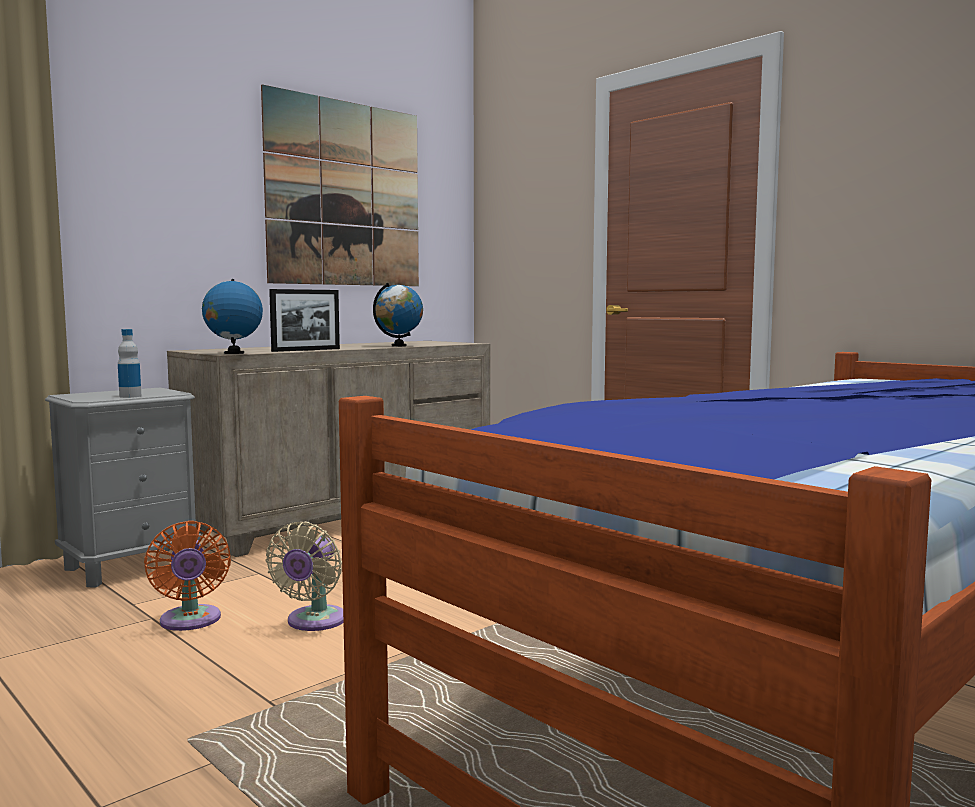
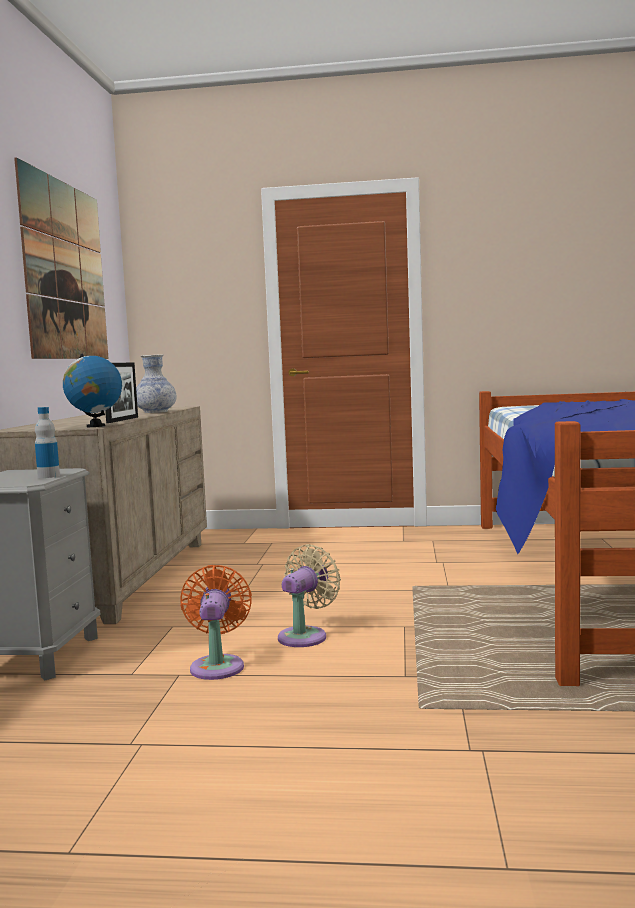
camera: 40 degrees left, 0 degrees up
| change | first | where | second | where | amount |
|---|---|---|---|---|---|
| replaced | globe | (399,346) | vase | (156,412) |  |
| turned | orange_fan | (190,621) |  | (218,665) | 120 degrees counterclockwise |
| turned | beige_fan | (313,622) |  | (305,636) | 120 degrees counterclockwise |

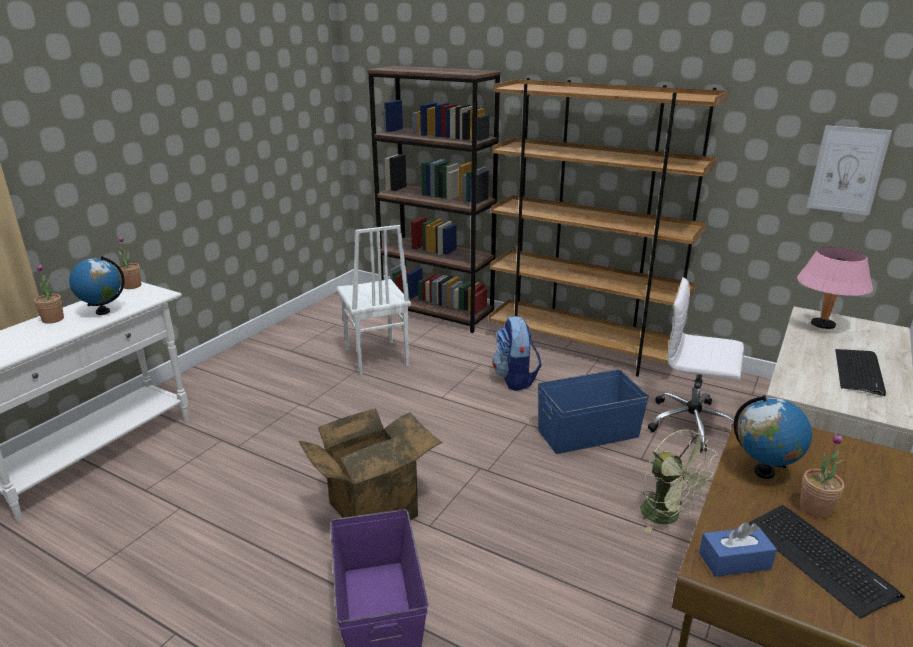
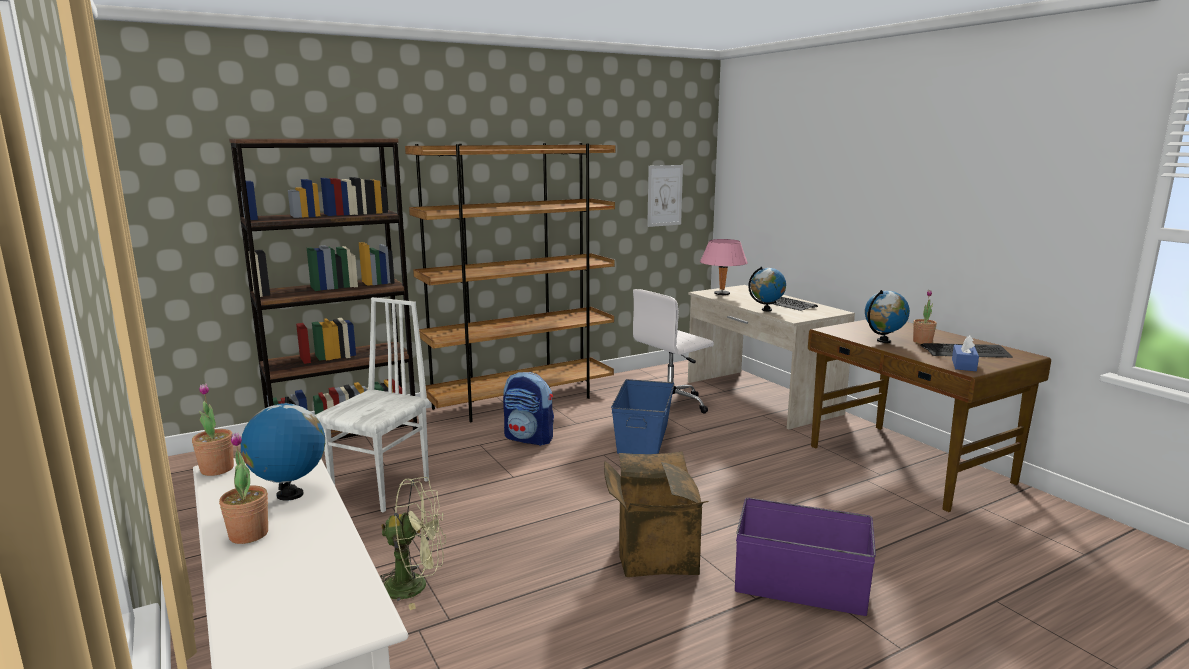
camera: 60 degrees left, 10 degrees down
| change | first | where | second | where | amount |
|---|---|---|---|---|---|
| turned | white_chair | (375,358) |  | (383,489) | 75 degrees counterclockwise |
| moved | green_fan | (667,517) |  | (415,586) |  |
| added |  |  | globe | (766,310) |  |

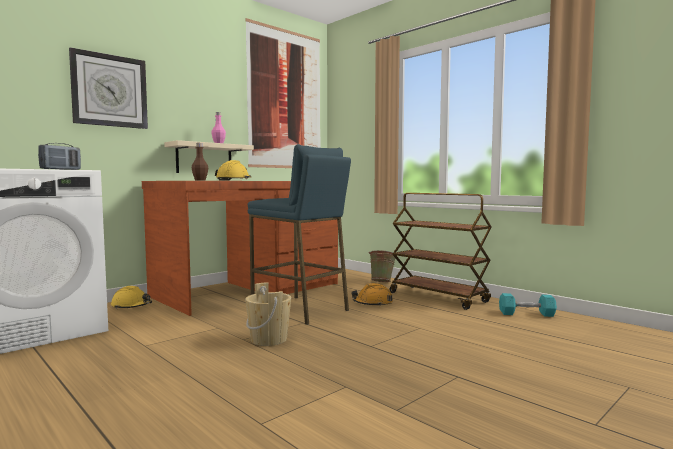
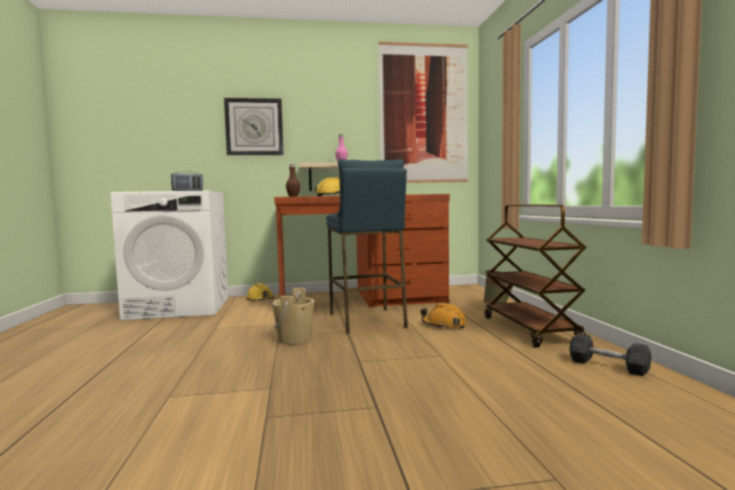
camera: 35 degrees right, 0 degrees up
| change | first | where | second | where | amount |
|---|---|---|---|---|---|
| recoloured | turquoise_dumbbell | (526,314) | grey_dumbbell | (608,366) |  |

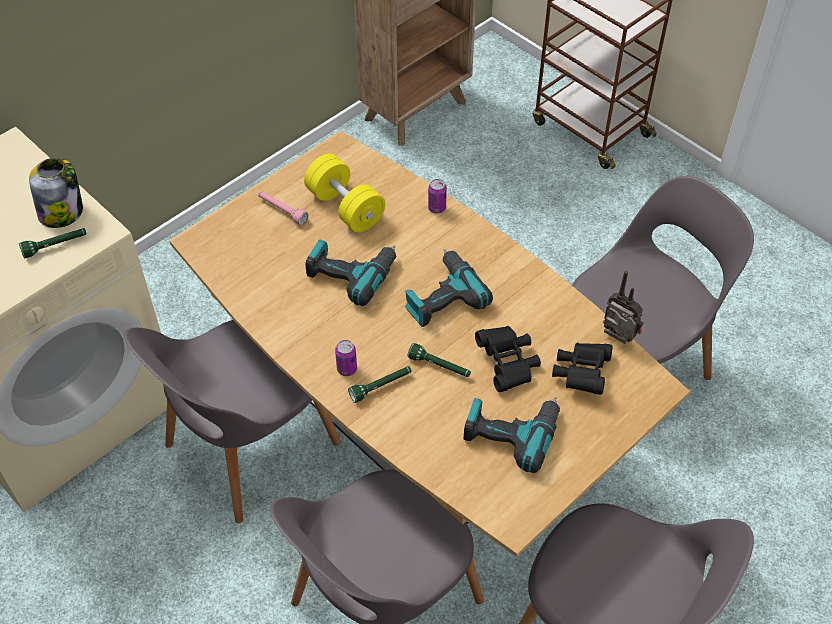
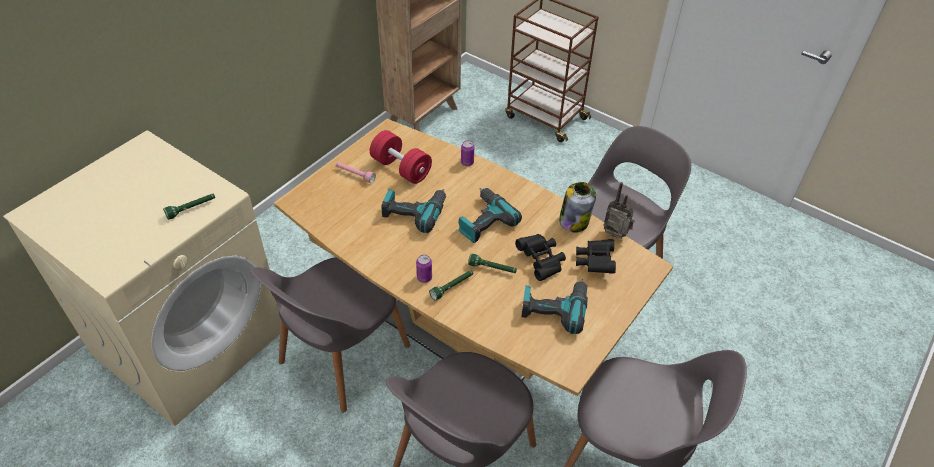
camera: 10 degrees left, 5 degrees down
| change | first | where | second | where | amount |
|---|---|---|---|---|---|
| recoloured | yellow_dumbbell | (345,208) | red_dumbbell | (401,168) |  |
| moved | jar | (62,212) |  | (574,221) |  |

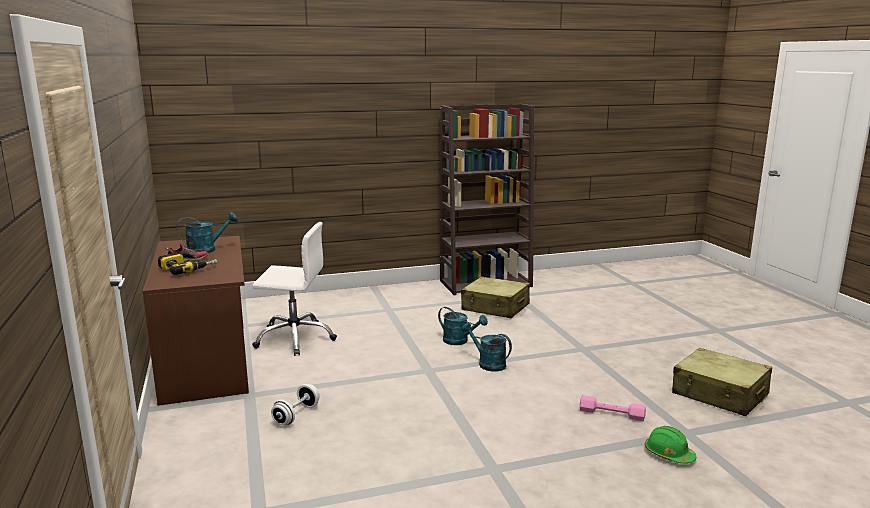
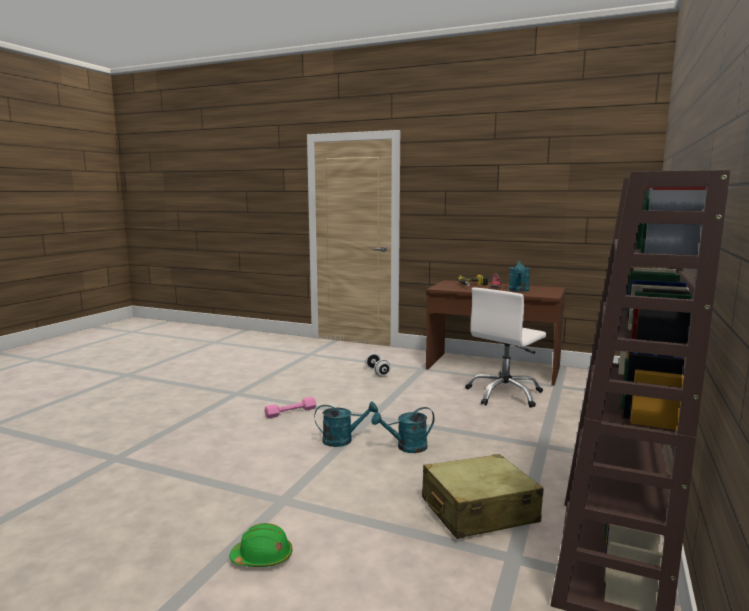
camera: 130 degrees right, 5 degrees down
| change | first | where | second | where | amount |
|---|---|---|---|---|---|
| moved | green_hard_hat | (668,454) |  | (262,558) |  |
| moved | pink_dumbbell | (611,413) |  | (290,412) |  |
| removed | beige_suitcase | (720,394) |  |  |  |

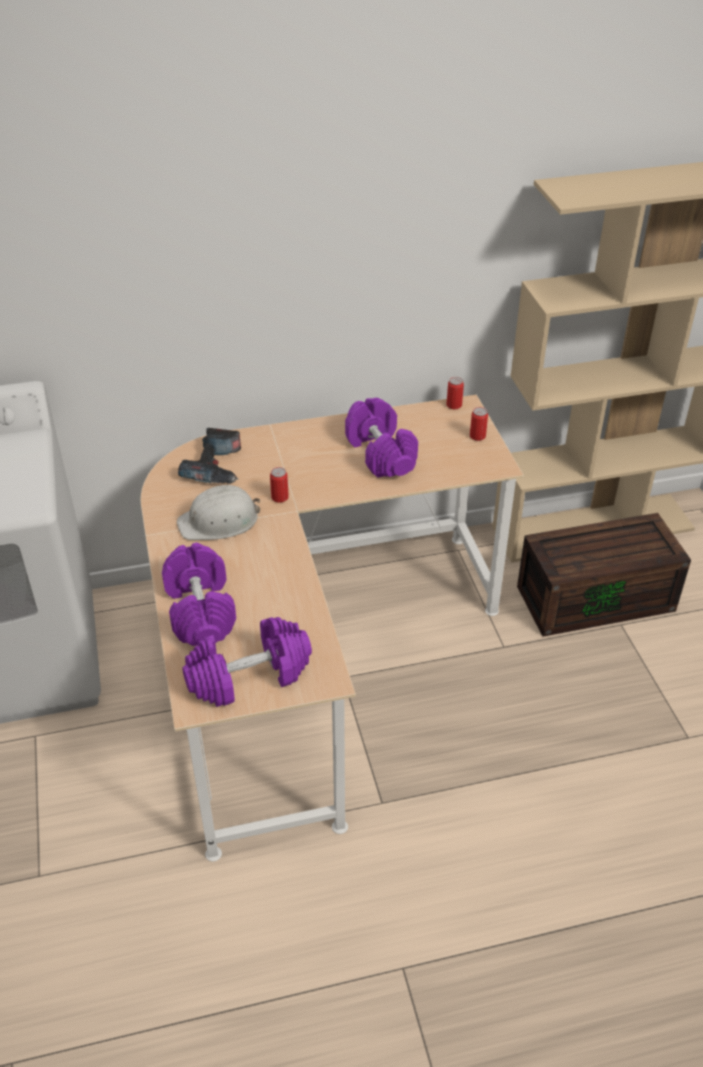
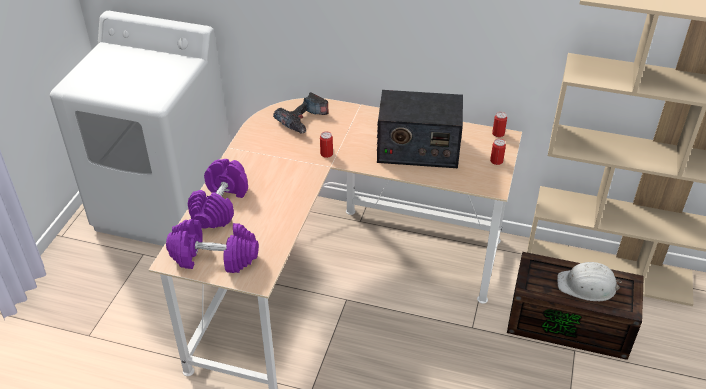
camera: 30 degrees right, 0 degrees up
| change | first | where | second | where | amount |
|---|---|---|---|---|---|
| replaced | purple_dumbbell | (381,454) | radio | (417,149) |  |
| moved | white_hard_hat | (219,521) |  | (587,286) |  |

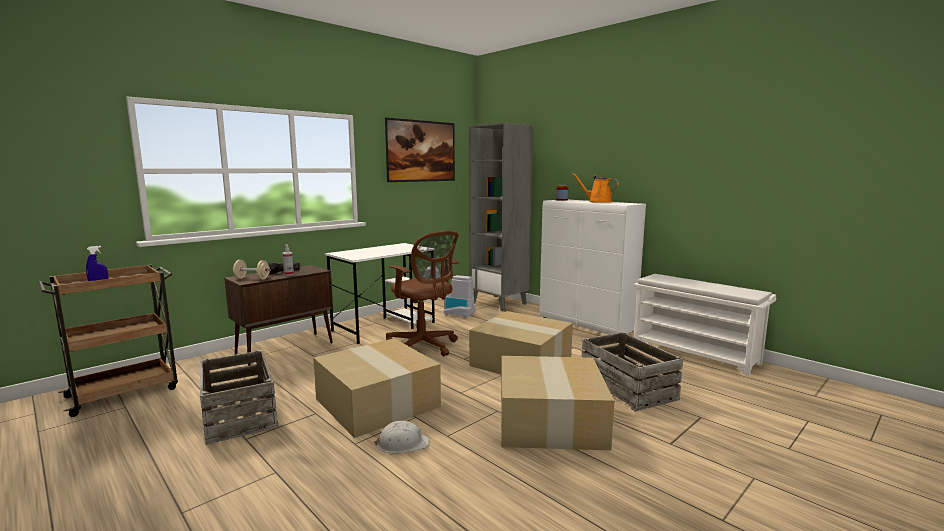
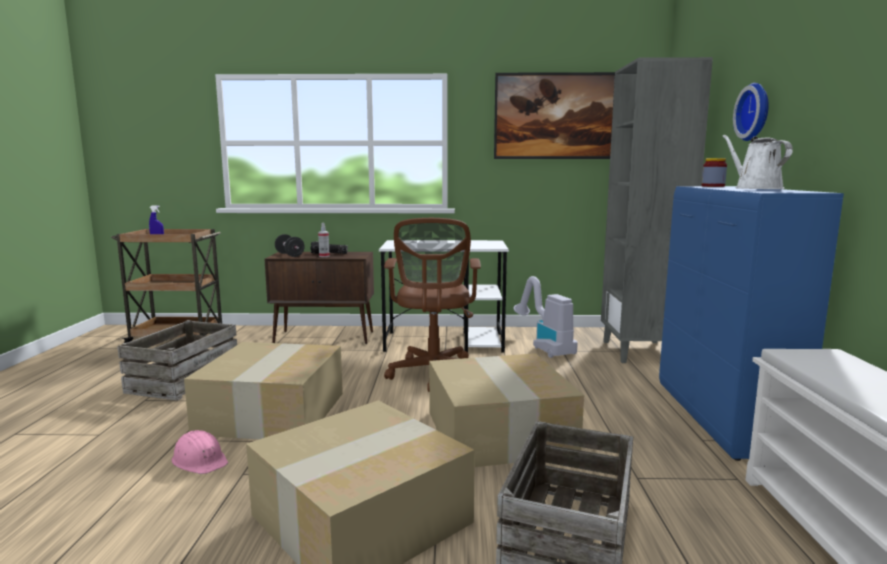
camera: 45 degrees right, 0 degrees up
| change | first | where | second | where | amount |
|---|---|---|---|---|---|
| recoloured | white_hard_hat | (403,444) | pink_hard_hat | (200,460) |  |
| recoloured | beige_dumbbell | (252,278) | black_dumbbell | (290,255) |  |
| recoloured | white_cabinet | (586,324) | blue_cabinet | (722,420) |  |
| recoloured | orange_watering_can | (597,202) | white_watering_can | (755,189) |  |
| added |  |  | wall_clock | (755,112) |  |

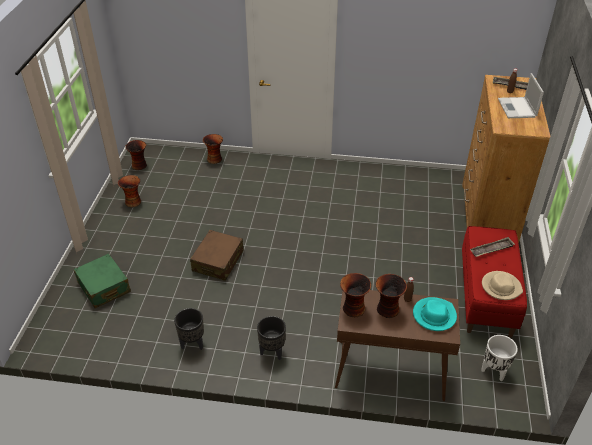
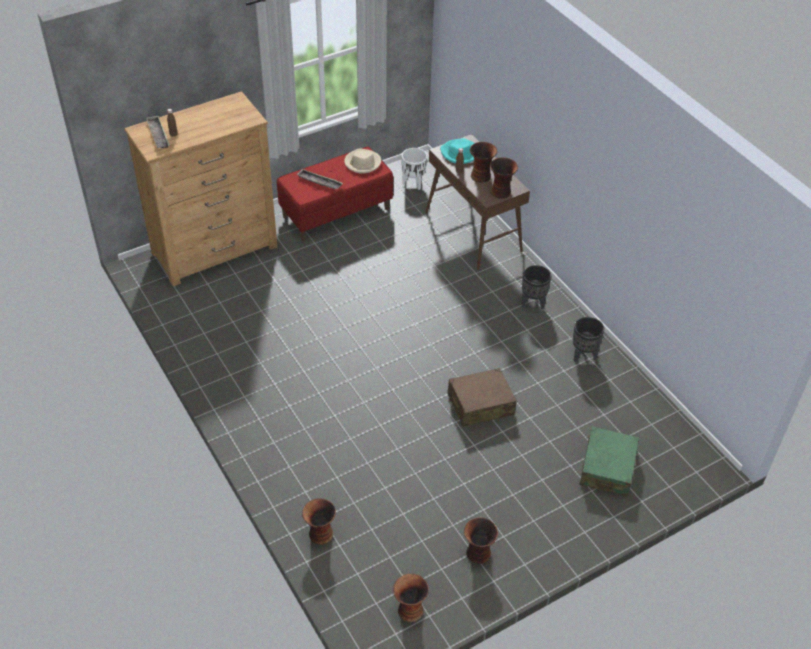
camera: 130 degrees left, 5 degrees up
| change | first | where | second | where | amount |
|---|---|---|---|---|---|
| removed | laptop | (517,108) |  |  |  |

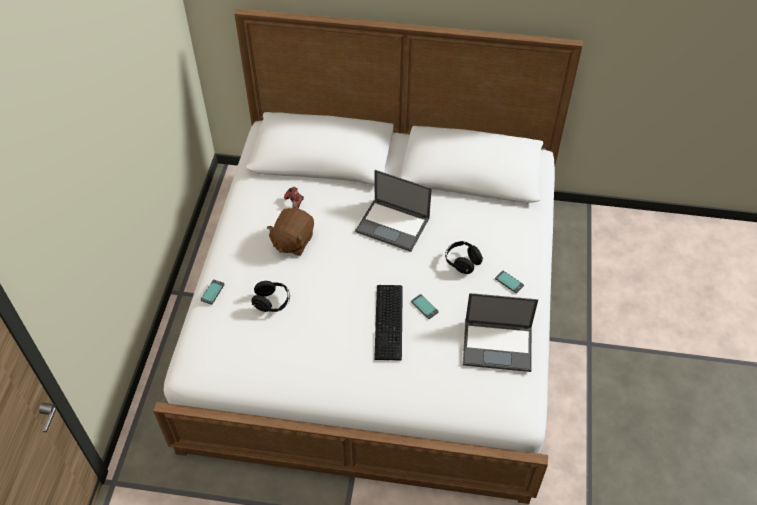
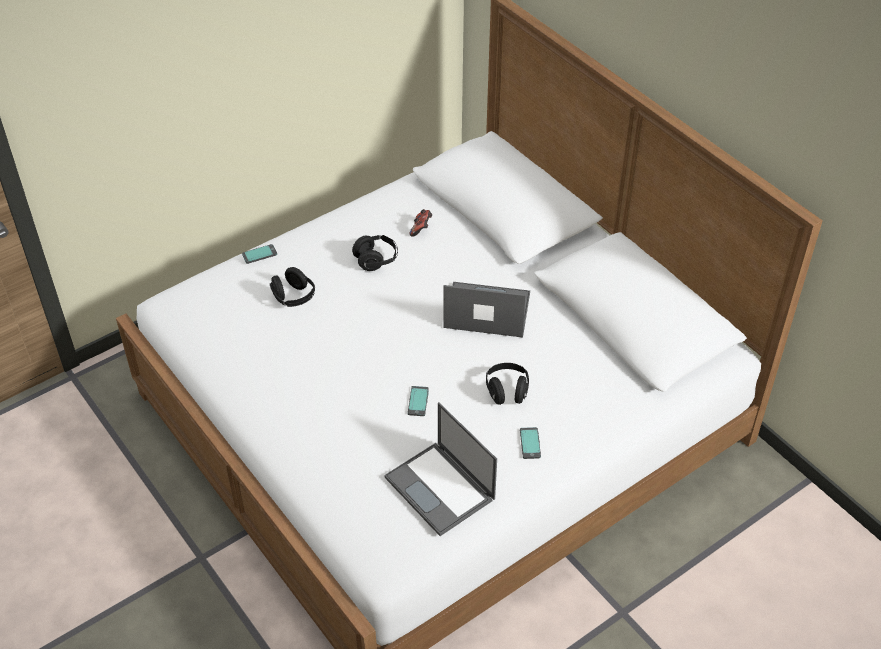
camera: 45 degrees right, 5 degrees down
| change | first | where | second | where | amount |
|---|---|---|---|---|---|
| replaced | brown_plush_toy | (292,241) | black_headphones | (376,260) |  |
| turned | laptop | (393,225) |  | (485,311) | 120 degrees clockwise |
| removed | keyboard | (390,321) |  |  |  |

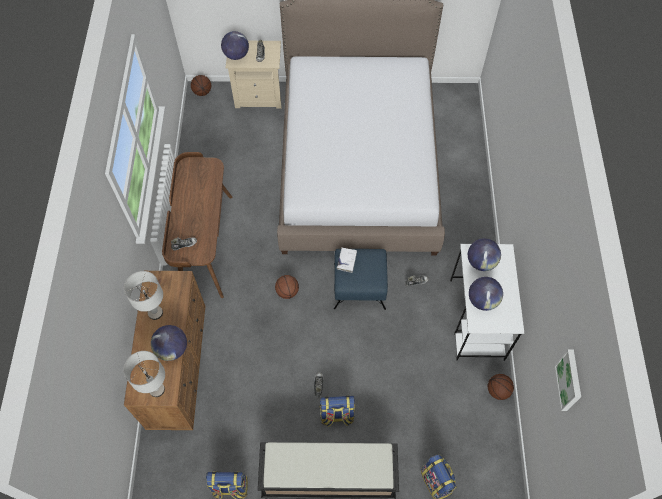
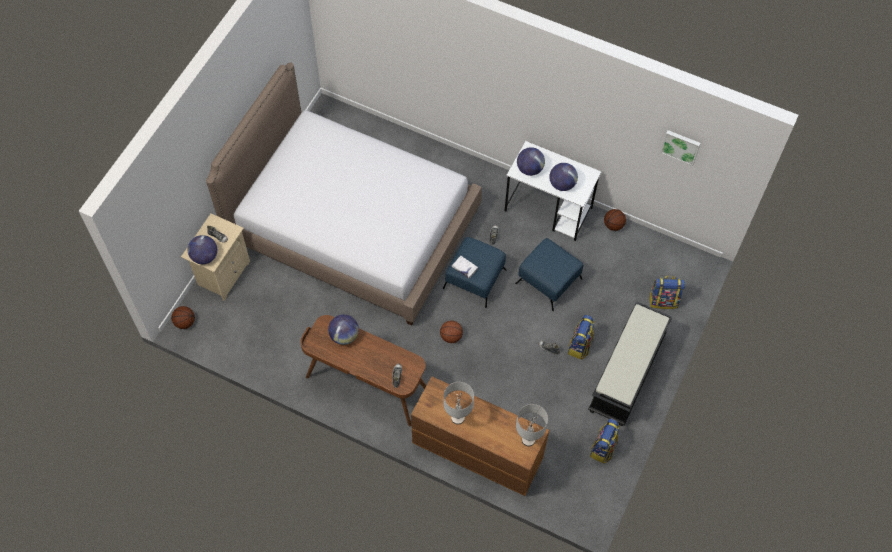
camera: 65 degrees left, 0 degrees up
| change | first | where | second | where | amount |
|---|---|---|---|---|---|
| moved | globe | (172,349) |  | (344,336) |  |
| added |  |  | blue_ottoman | (549,281) |  |

